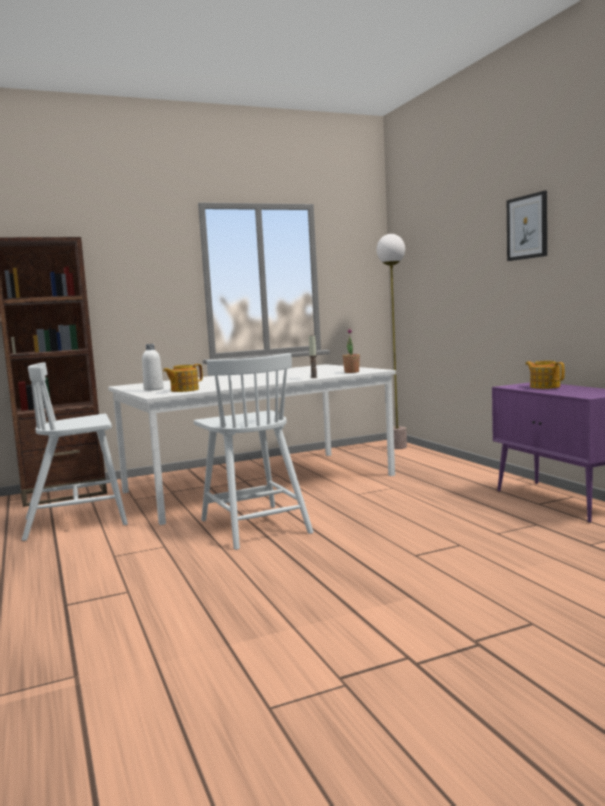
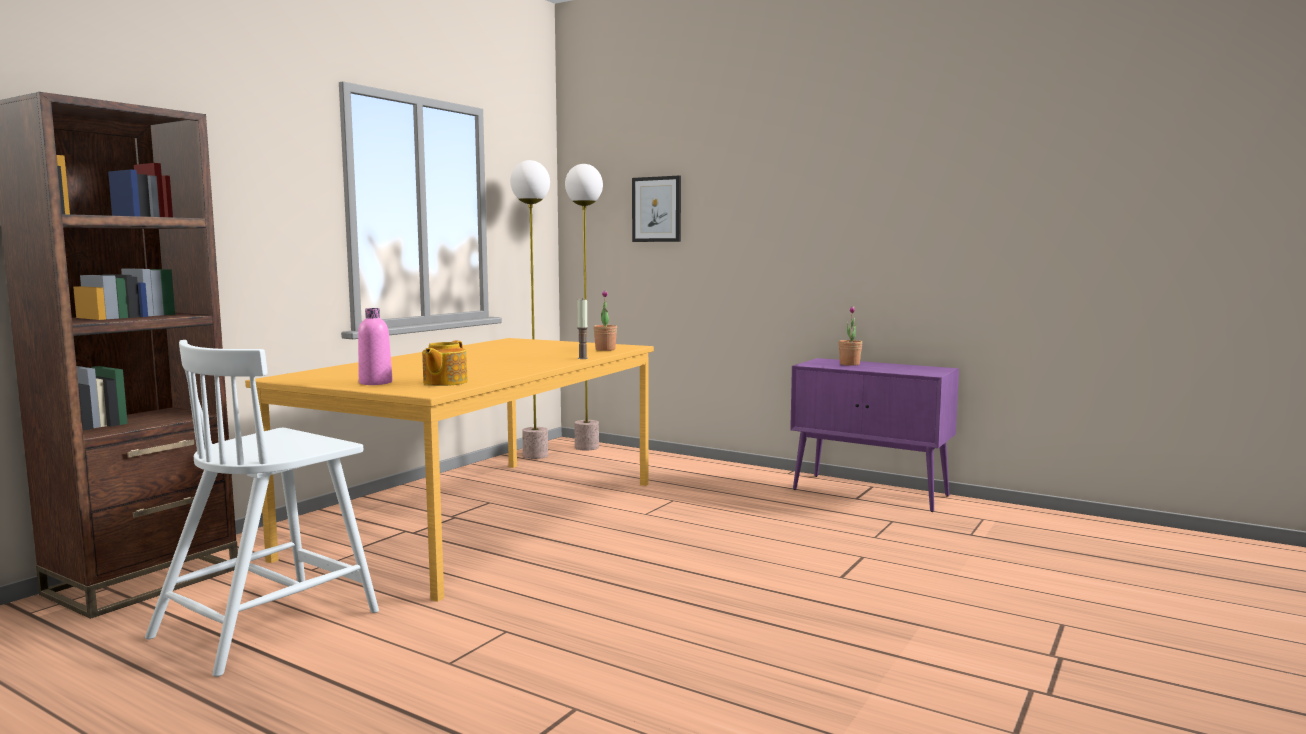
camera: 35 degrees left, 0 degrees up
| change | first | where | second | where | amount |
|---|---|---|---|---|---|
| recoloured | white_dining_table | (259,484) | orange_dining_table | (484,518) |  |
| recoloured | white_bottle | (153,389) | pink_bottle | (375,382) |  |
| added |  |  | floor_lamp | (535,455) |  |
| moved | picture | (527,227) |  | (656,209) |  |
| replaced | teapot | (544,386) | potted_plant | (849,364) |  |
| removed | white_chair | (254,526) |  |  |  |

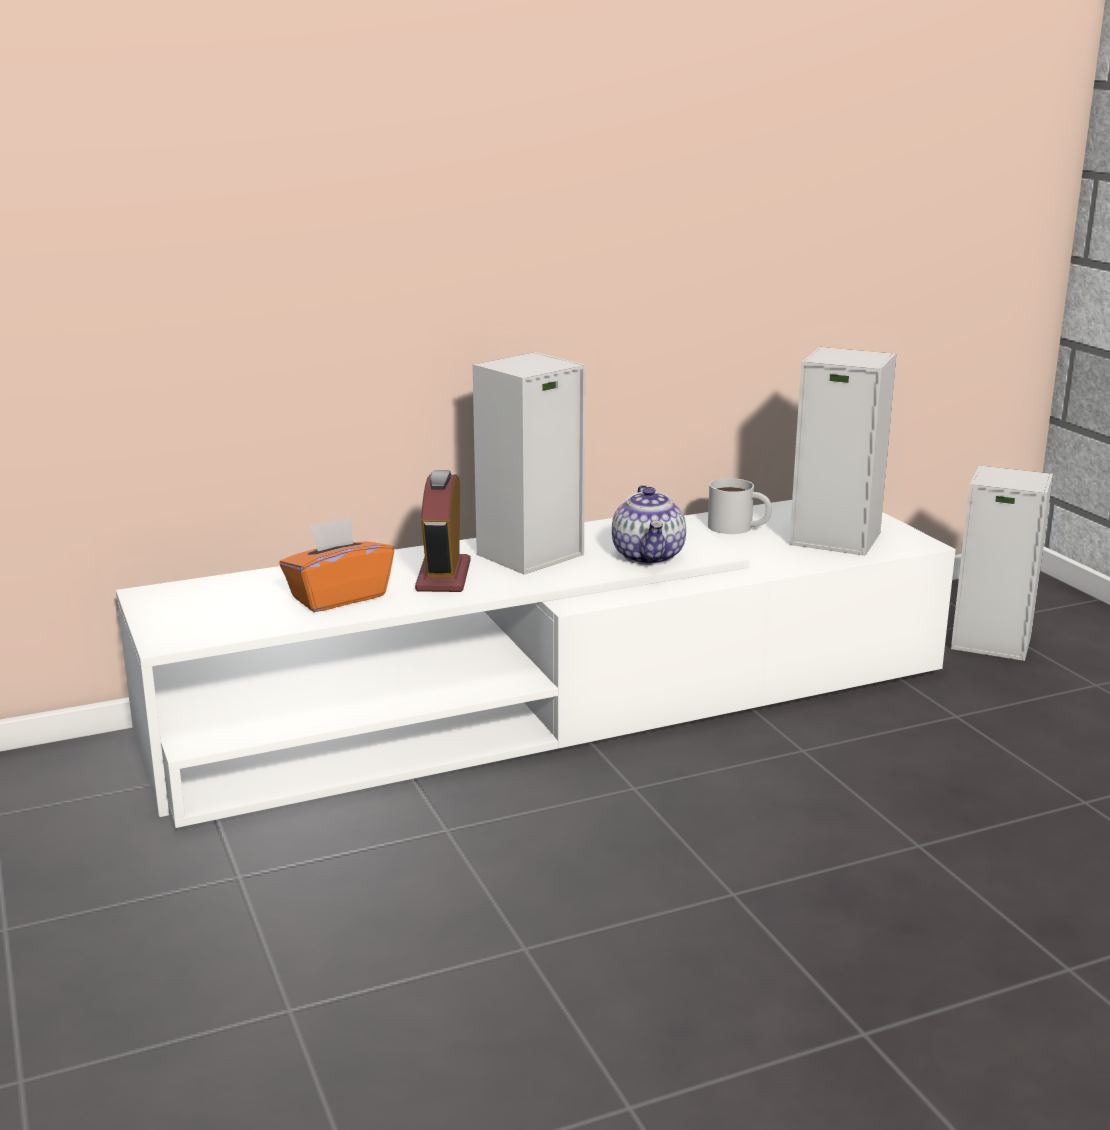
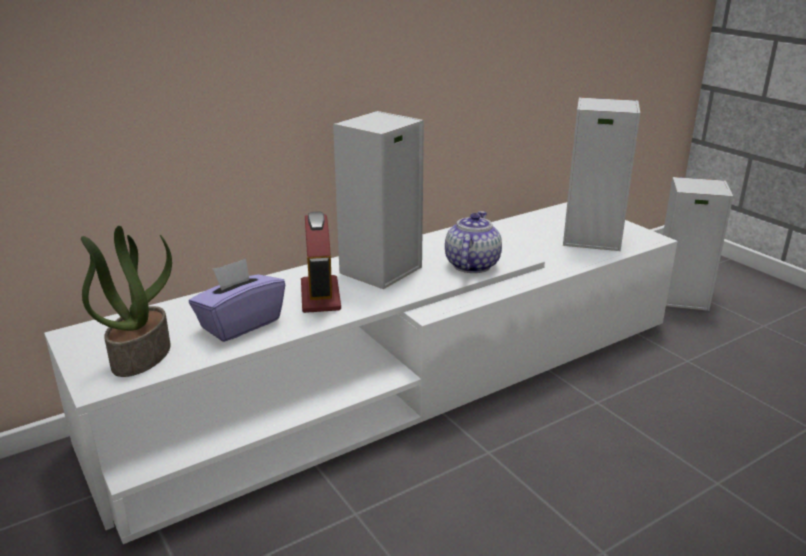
camera: 10 degrees left, 5 degrees up
| change | first | where | second | where | amount |
|---|---|---|---|---|---|
| added |  |  | potted_plant | (141,355) |  |
| recoloured | orange_tissue_box | (338,597) | purple_tissue_box | (240,324) |  |
| turned | teapot | (649,556) |  | (471,265) | 150 degrees counterclockwise |
| removed | white_mug | (738,527) |  |  |  |

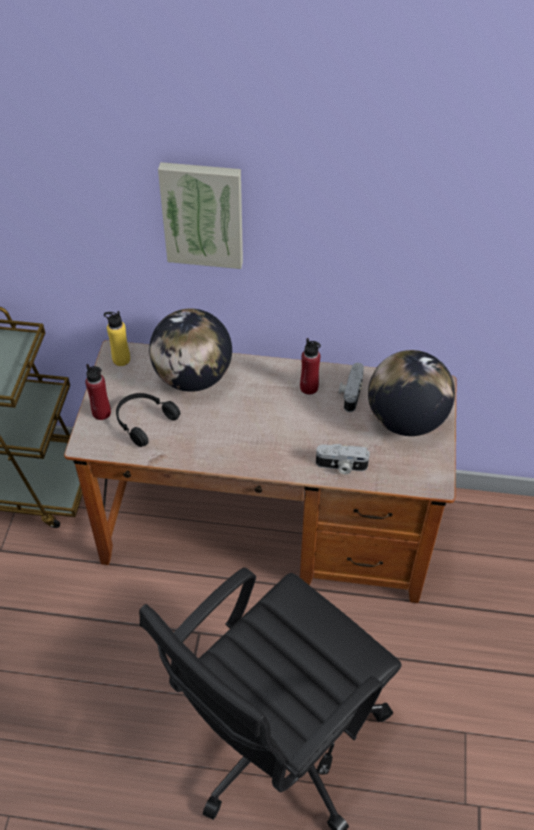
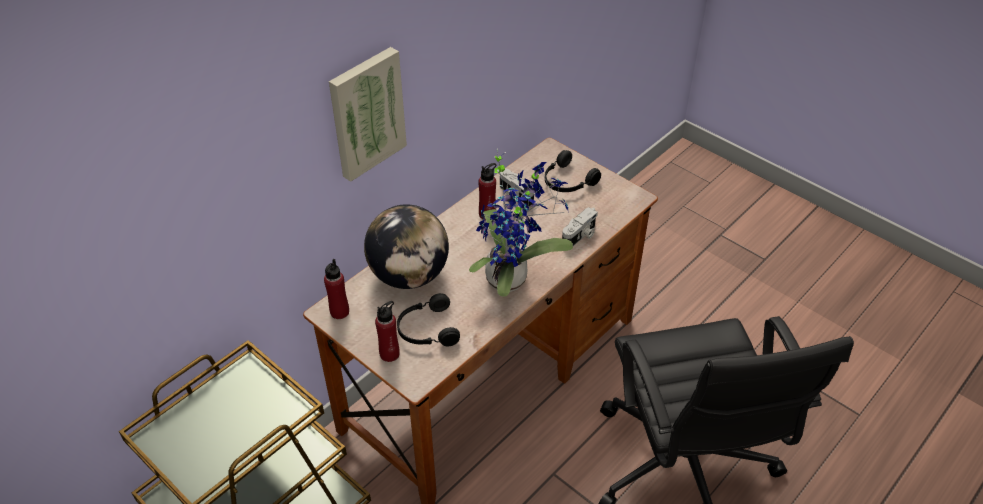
camera: 55 degrees left, 5 degrees down
| change | first | where | second | where | amount |
|---|---|---|---|---|---|
| recoloured | yellow_bottle | (121,359) | red_bottle | (339,312) |  |
| added |  |  | potted_plant | (511,278) |  |
| replaced | globe | (405,420) | black_headphones | (567,181) |  |

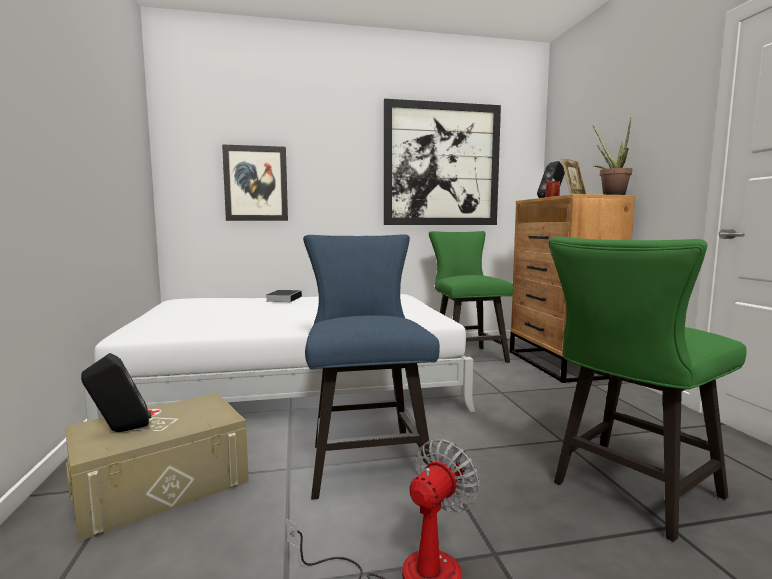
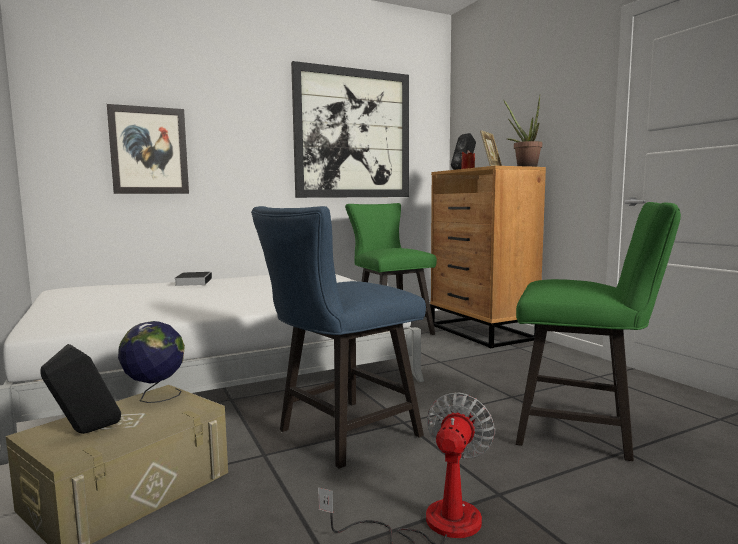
camera: 15 degrees left, 0 degrees up
| change | first | where | second | where | amount |
|---|---|---|---|---|---|
| added |  |  | globe | (155,397) |  |
| turned | blue_chair | (365,459) |  | (340,435) | 105 degrees counterclockwise |
| turned | green_chair | (629,493) |  | (584,430) | 105 degrees counterclockwise |

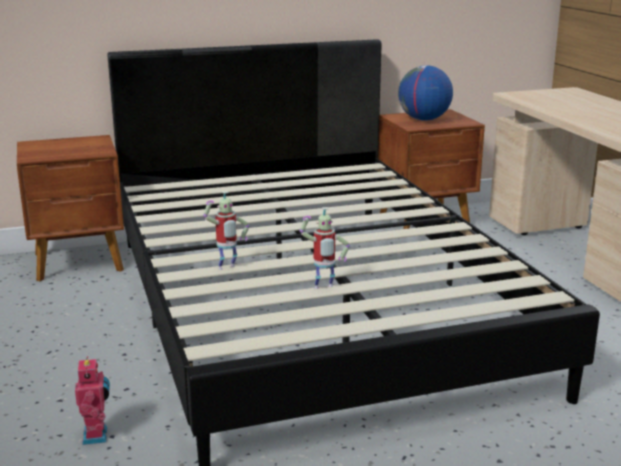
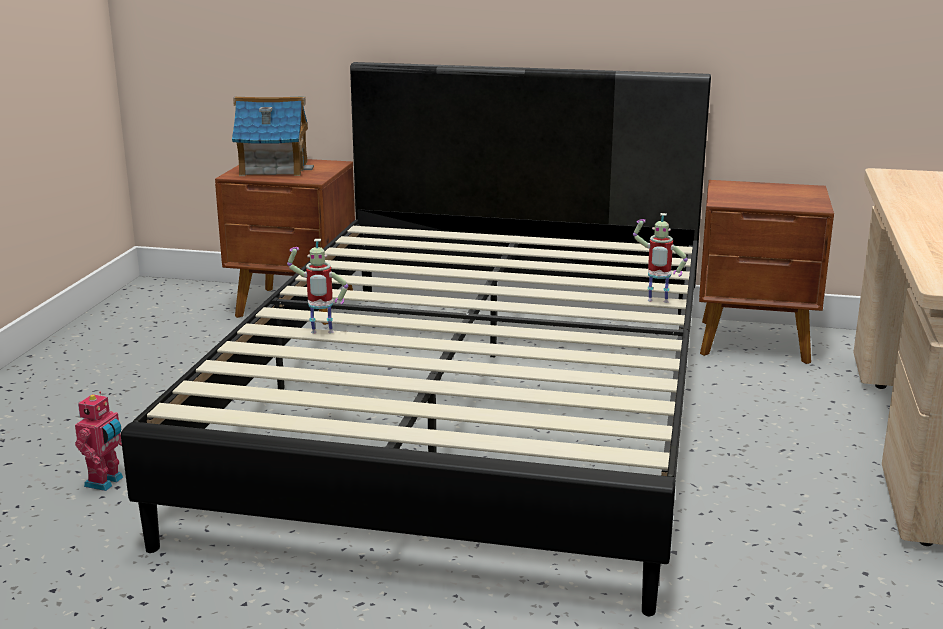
camera: 30 degrees right, 0 degrees up
| change | first | where | second | where | amount |
|---|---|---|---|---|---|
| added |  |  | toy_house | (273,168) |  |
| moved | toy_robot | (323,288) |  | (657,302) |  |
| removed | globe | (423,119) |  |  |  |

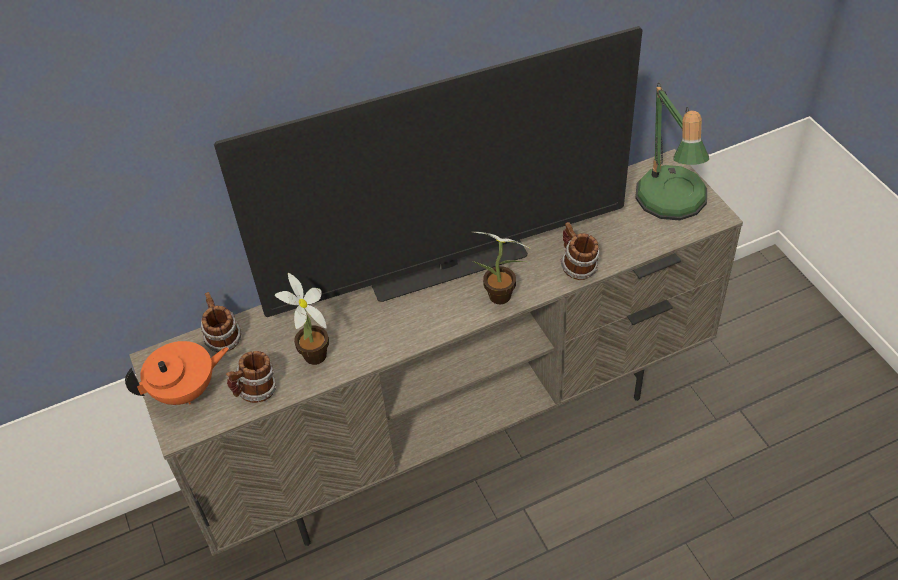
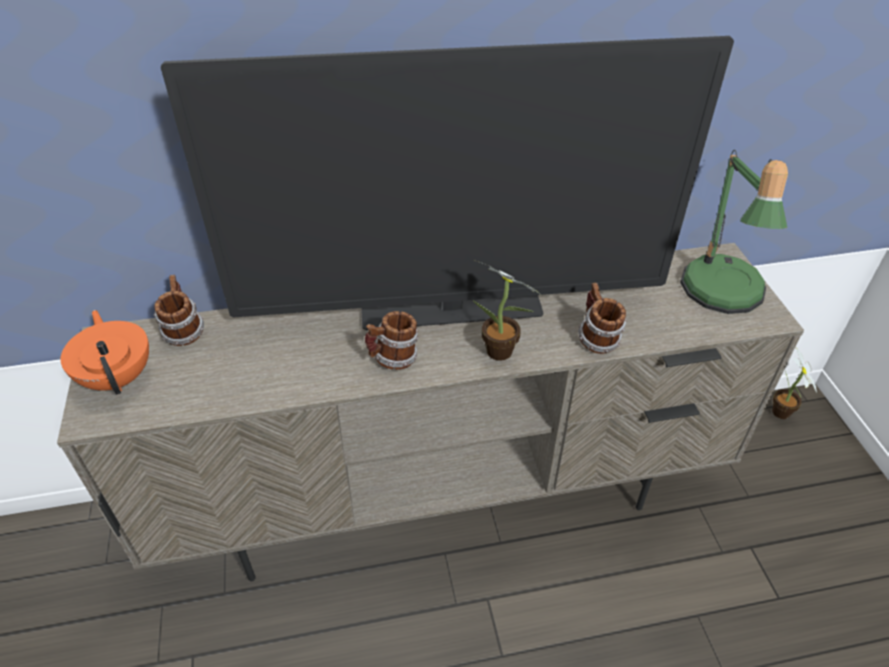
camera: 10 degrees right, 5 degrees down
| change | first | where | second | where | amount |
|---|---|---|---|---|---|
| turned | orange_teapot | (186,390) |  | (118,377) | 105 degrees counterclockwise |
| moved | mug | (256,392) |  | (393,359) |  |
| moved | potted_plant | (313,359) |  | (780,414) |  |

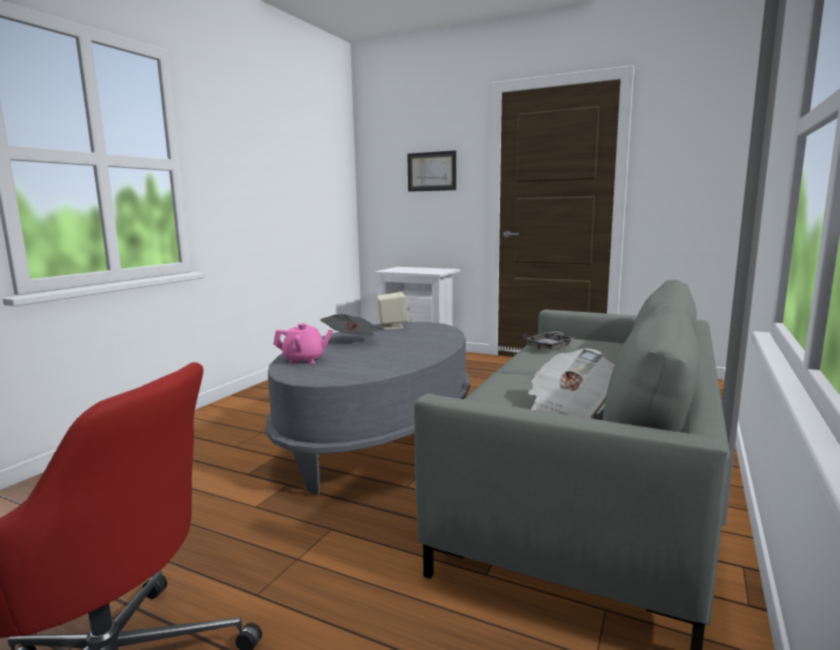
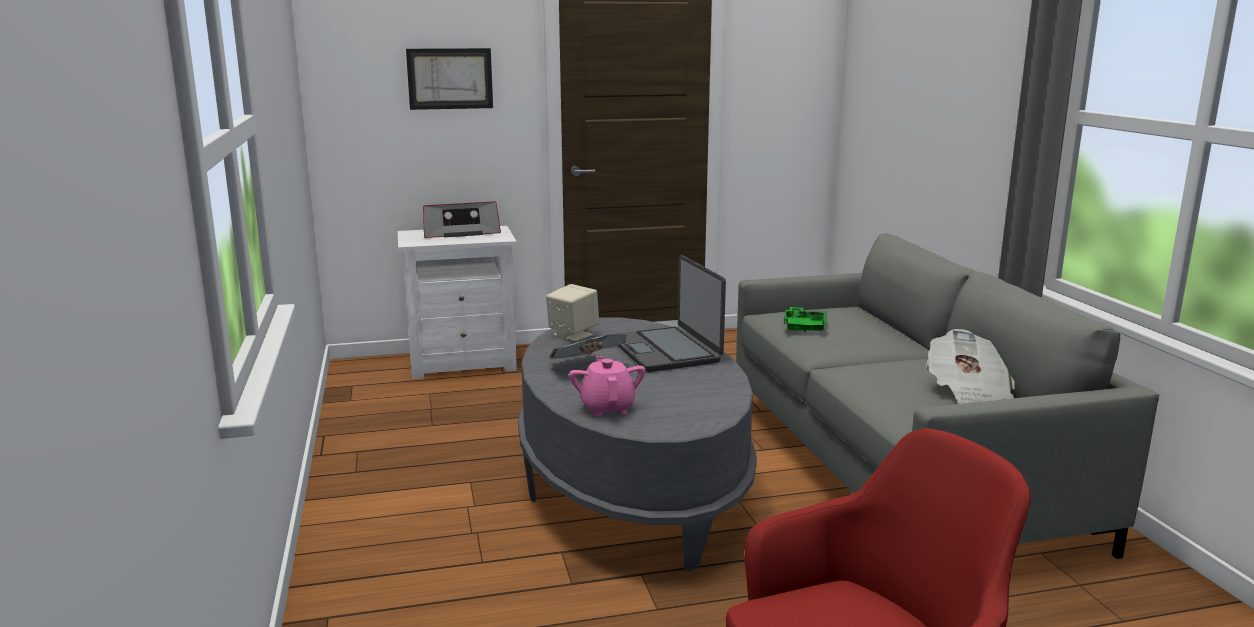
camera: 40 degrees left, 5 degrees up
| change | first | where | second | where | amount |
|---|---|---|---|---|---|
| added |  |  | radio | (460,232) |  |
| turned | pink_teapot | (304,360) |  | (607,408) | 60 degrees counterclockwise |
| added |  |  | laptop | (666,351) |  |
| recoloured | grey_tray | (550,346) | green_tray | (804,327) |  |

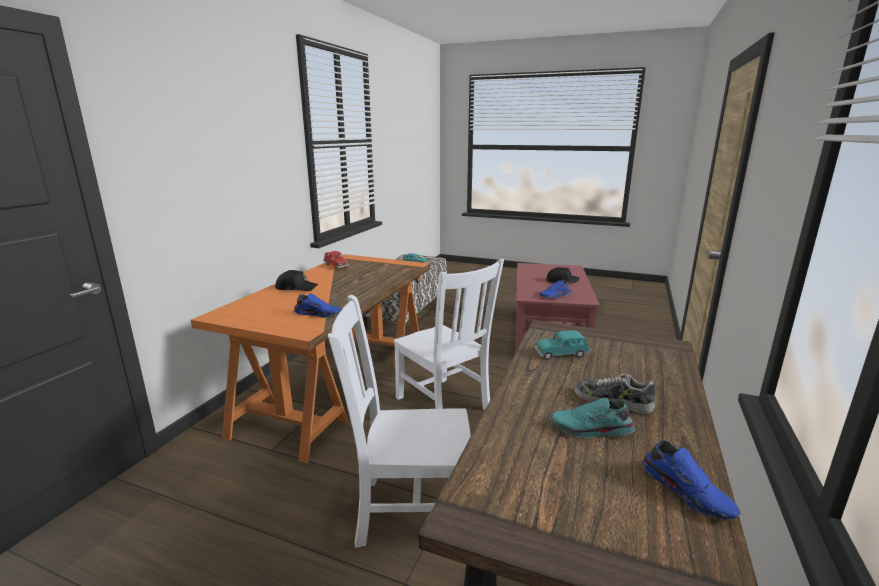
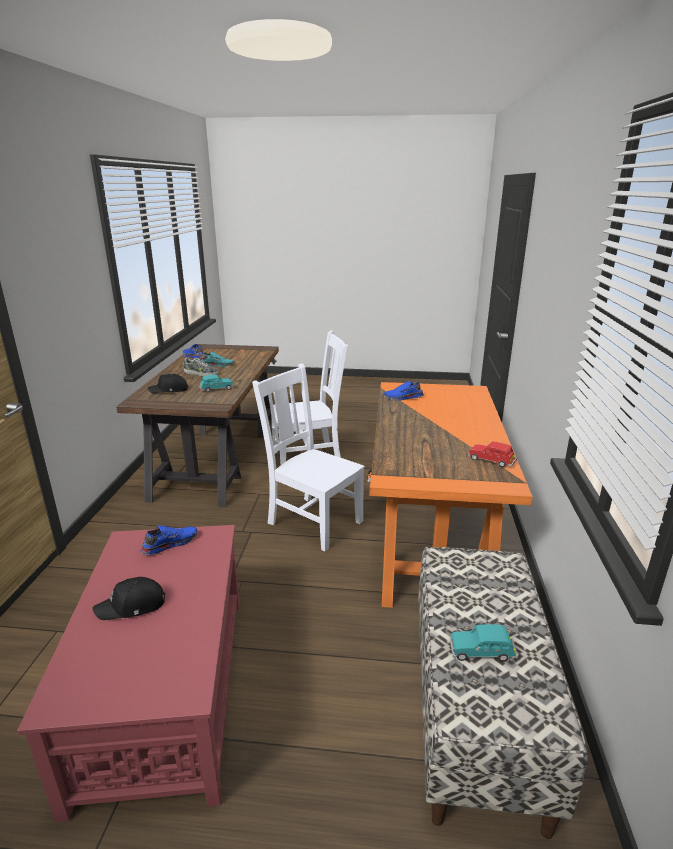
camera: 165 degrees right, 5 degrees up
| change | first | where | second | where | amount |
|---|---|---|---|---|---|
| moved | black_cap | (296,287) |  | (169,390) |  |

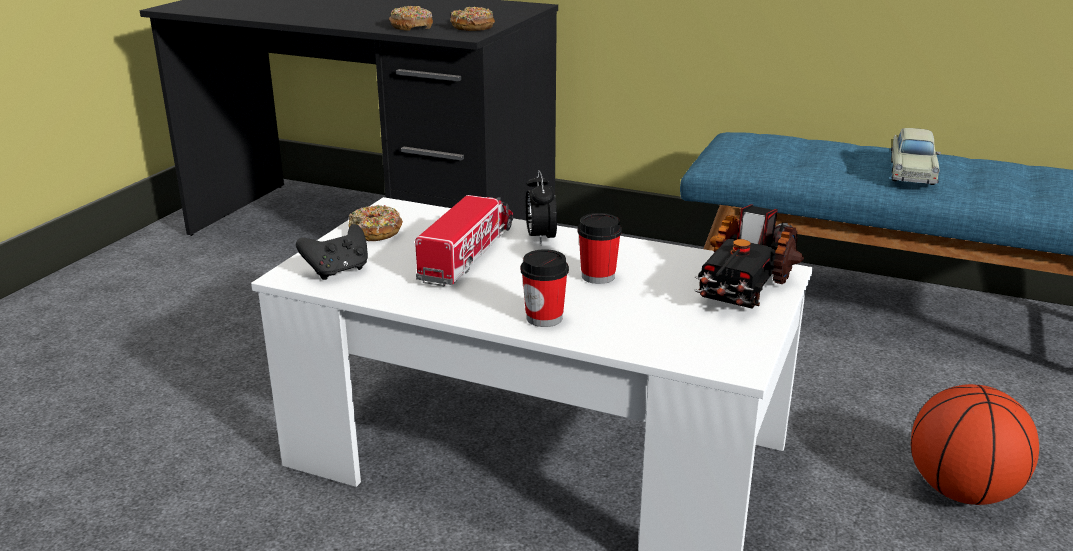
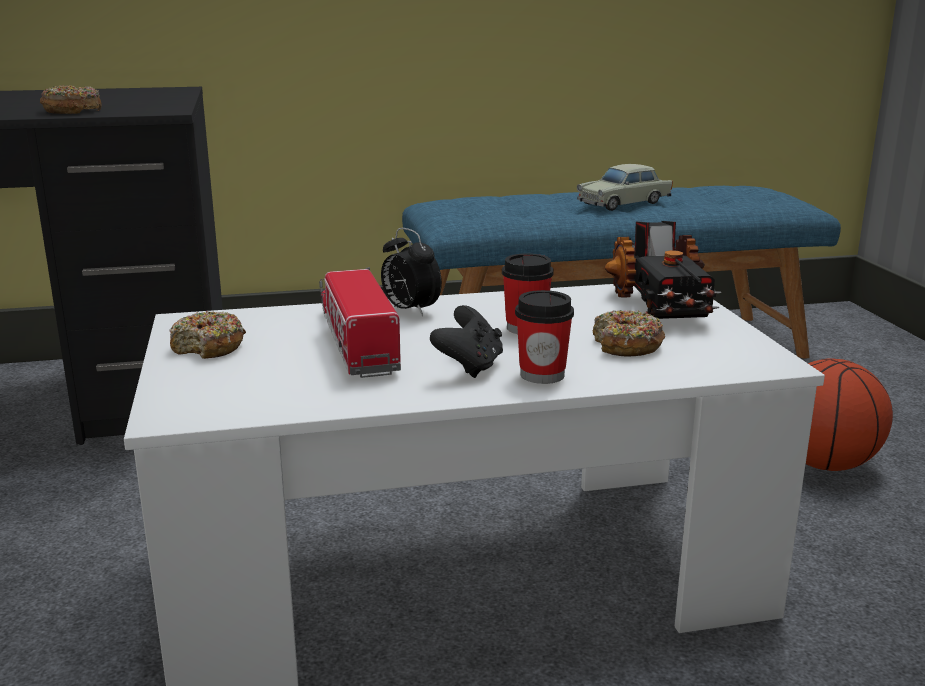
camera: 35 degrees left, 5 degrees down
| change | first | where | second | where | amount |
|---|---|---|---|---|---|
| moved | black_game_controller | (338,271) |  | (469,367) |  |
| turned | beige_toy_car | (912,171) |  | (624,203) | 75 degrees clockwise |
| moved | donut | (473,27) |  | (626,345) |  |

